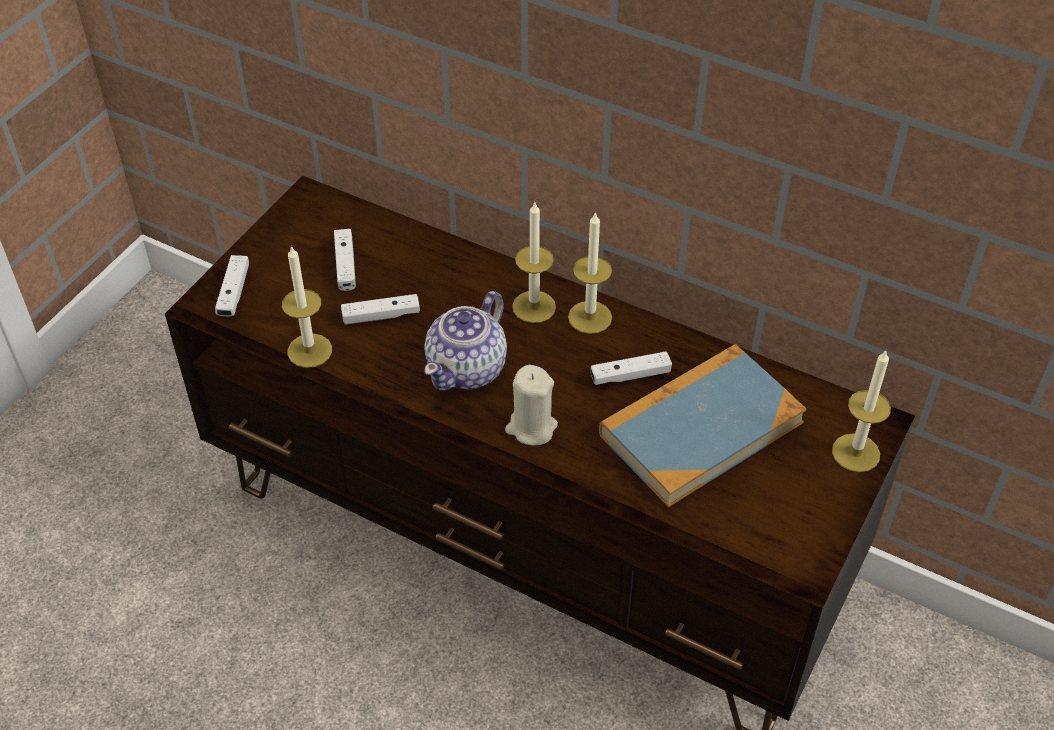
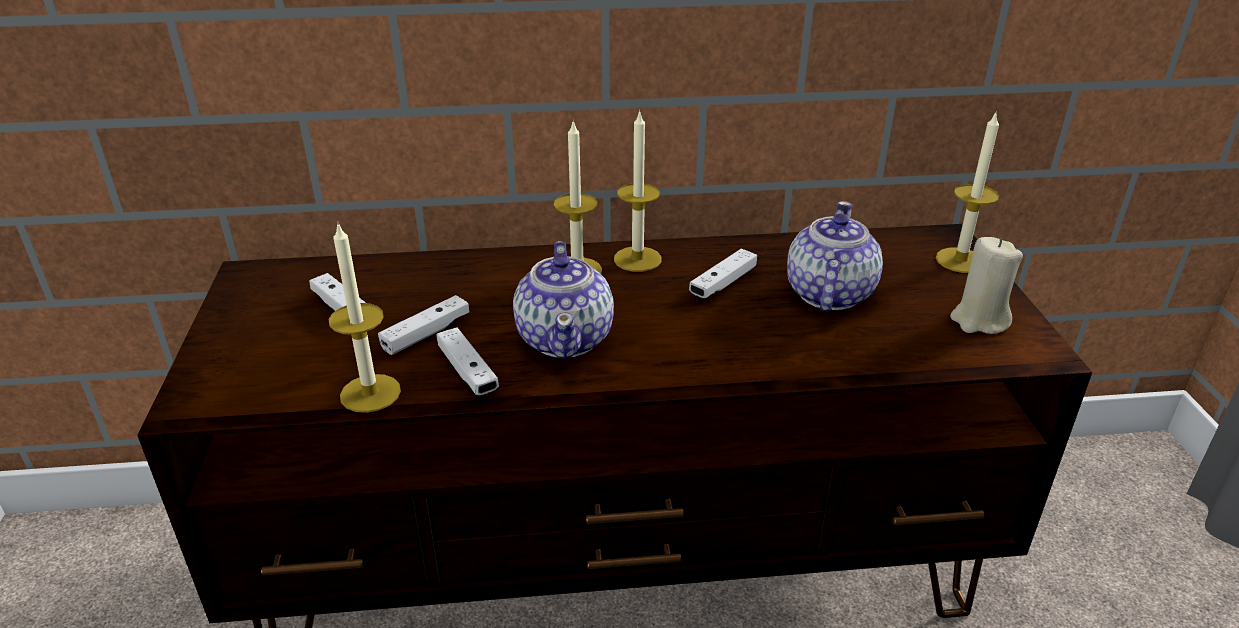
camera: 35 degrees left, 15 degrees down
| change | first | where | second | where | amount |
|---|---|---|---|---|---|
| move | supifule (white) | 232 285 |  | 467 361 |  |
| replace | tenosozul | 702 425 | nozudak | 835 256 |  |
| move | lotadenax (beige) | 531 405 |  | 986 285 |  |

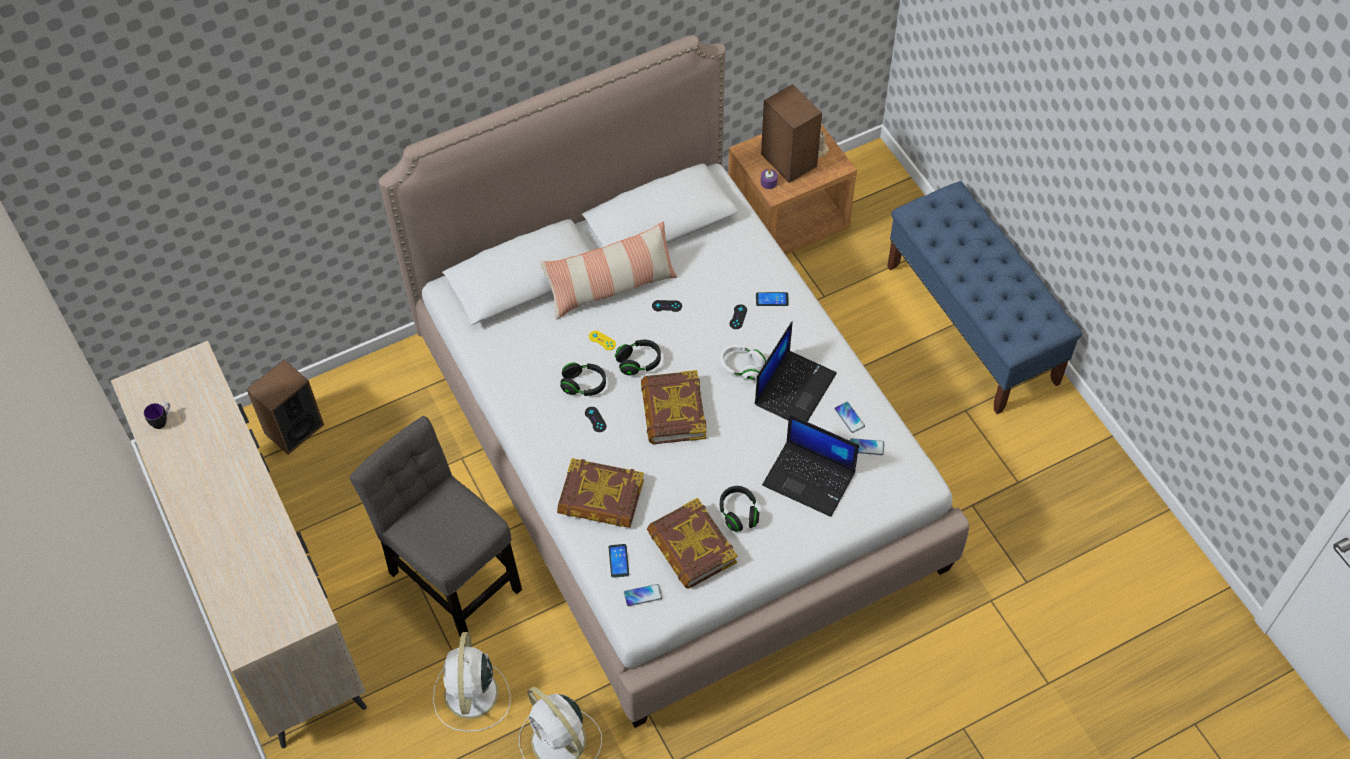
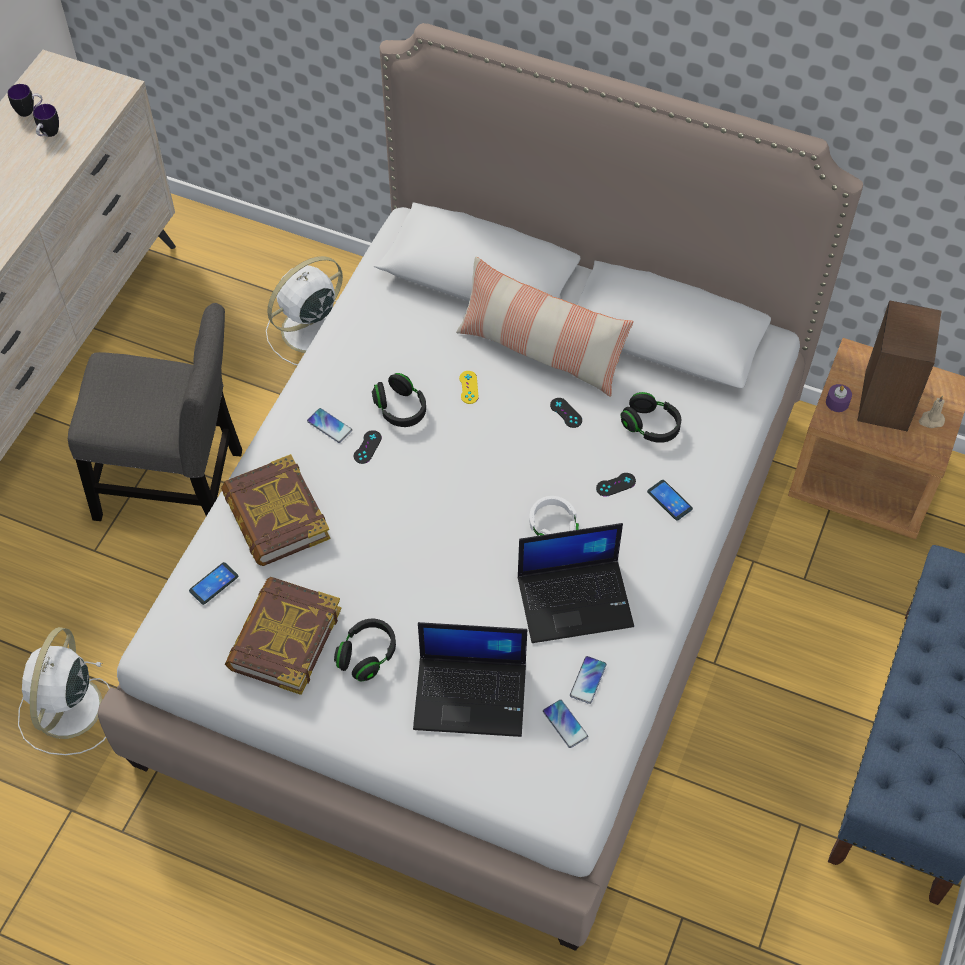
camera: 50 degrees right, 0 degrees up
| change | first | where | second | where | amount |
|---|---|---|---|---|---|
| move | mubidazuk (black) | 638 357 |  | 651 417 |  |
| delete | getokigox | 285 407 |  |  |  |
| delete | tenosozul | 673 407 |  |  |  |
| rotate | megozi | 810 465 |  | 470 679 | 75 degrees counterclockwise |
| rotate | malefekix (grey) | 436 527 |  | 155 412 | 90 degrees clockwise |
| move | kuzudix | 643 595 |  | 329 425 |  |
| move | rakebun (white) | 472 682 |  | 304 310 |  |
| insert |  |  | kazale | 46 120 |  |

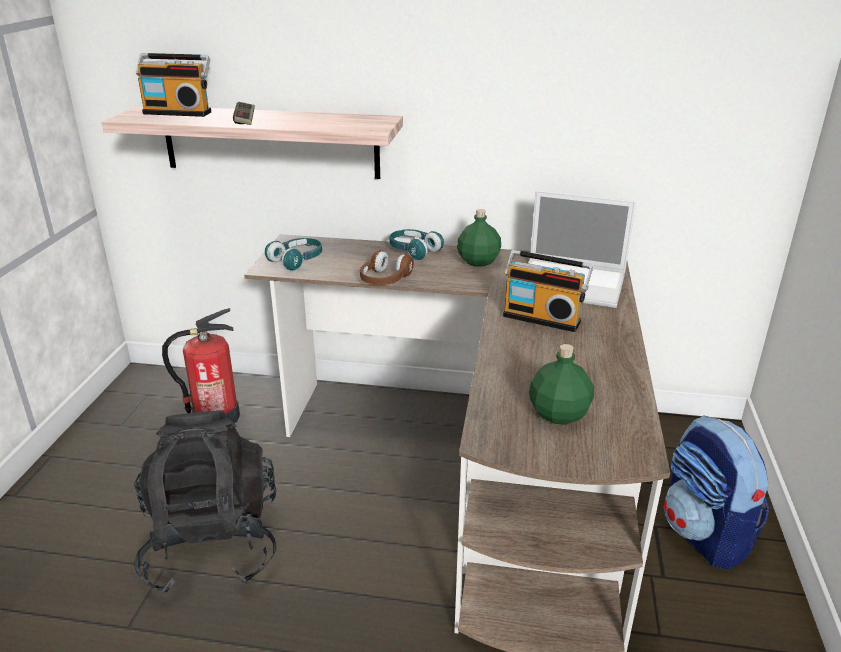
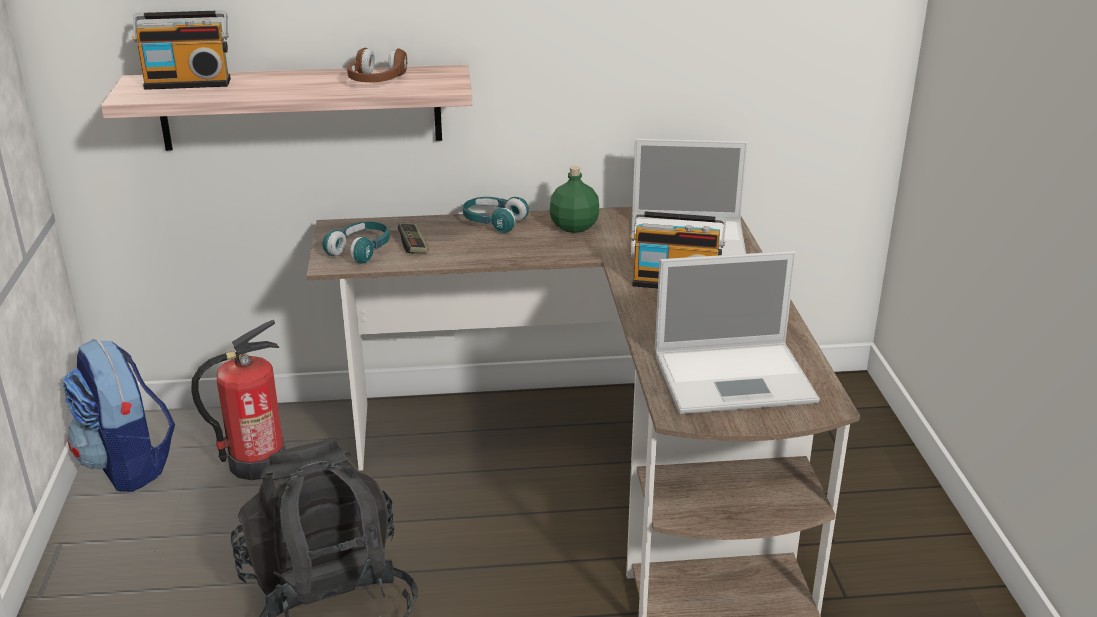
camera: 15 degrees left, 0 degrees up
| change | first | where | second | where | amount |
|---|---|---|---|---|---|
| move | supifule | 244 113 |  | 413 238 |  |
| move | mubidazuk (brown) | 387 267 |  | 377 65 |  |
| replace | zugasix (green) | 561 384 | megozi | 737 332 |  |
| move | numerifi | 716 492 |  | 119 415 |  |

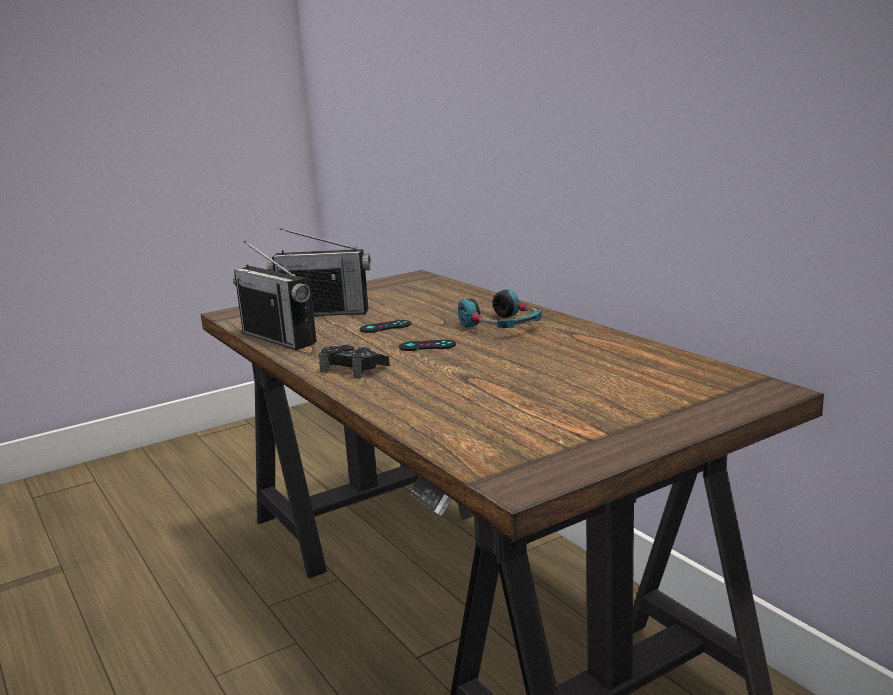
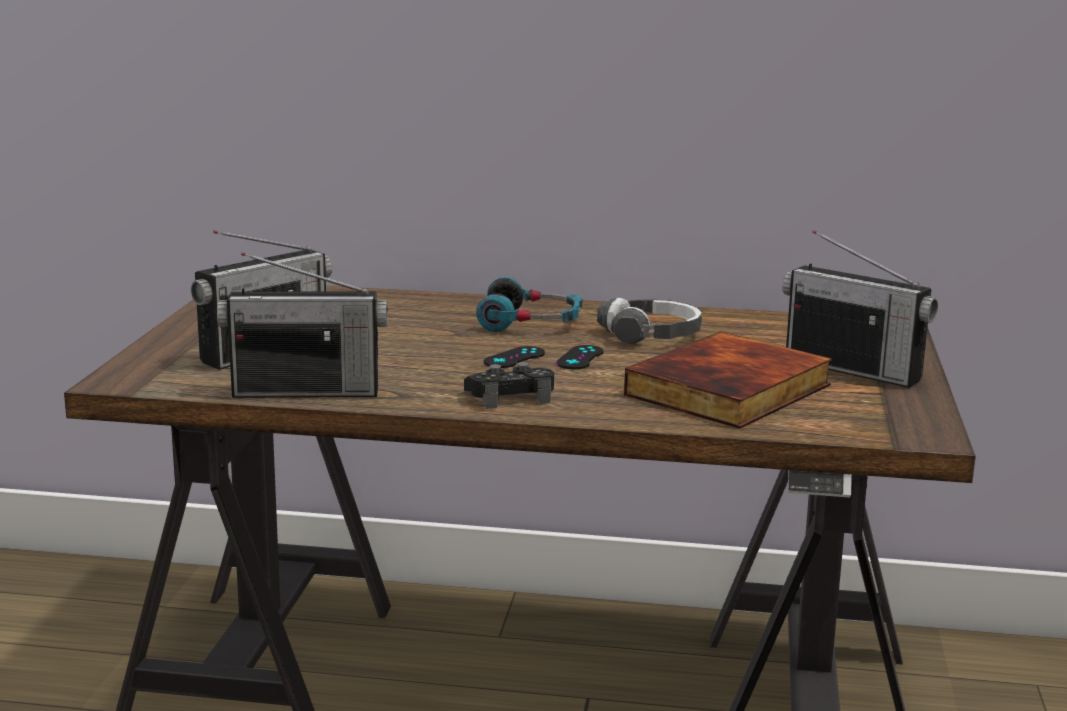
camera: 50 degrees left, 0 degrees up
| change | first | where | second | where | amount |
|---|---|---|---|---|---|
| move | supifule (black) | 385 326 |  | 580 357 |  |
| insert |  |  | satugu | 860 309 |  |
| insert |  |  | mubidazuk | 649 321 |  |
| insert |  |  | tenosozul | 728 380 |  |

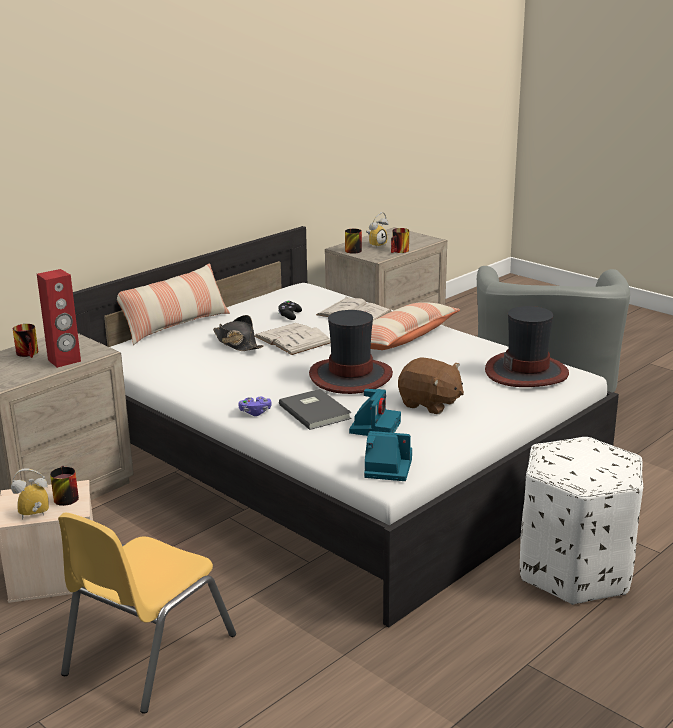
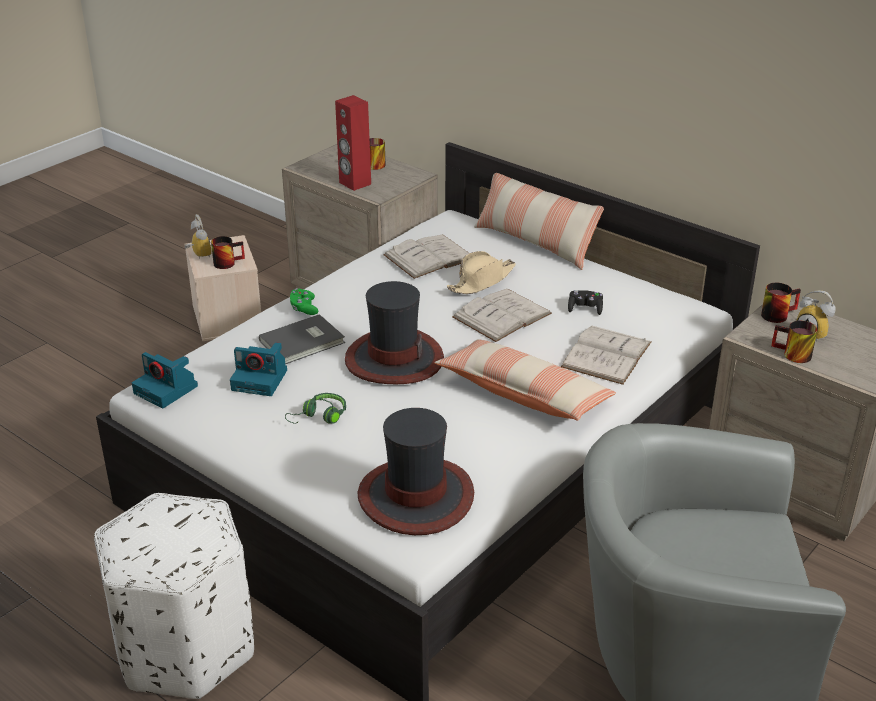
camera: 85 degrees right, 10 degrees up
| change | first | where | second | where | amount |
|---|---|---|---|---|---|
| recolor | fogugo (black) | 238 333 | fogugo (beige) | 481 272 |  |
| replace | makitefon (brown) | 431 386 | mubidazuk (green) | 315 408 |  |
| recolor | supifule (purple) | 255 406 | supifule (green) | 304 301 |  |
| rotate | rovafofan | 388 456 |  | 165 380 | 120 degrees clockwise |
| delete | malefekix (yellow) | 147 613 |  |  |  |
| insert |  |  | tenosozul (white) | 426 257 |  |

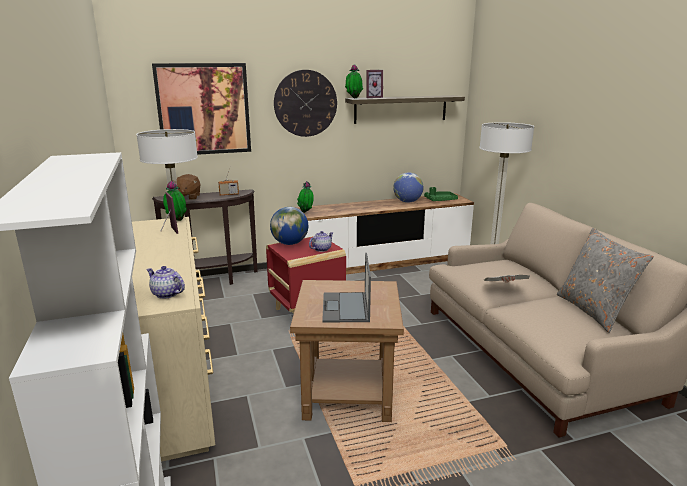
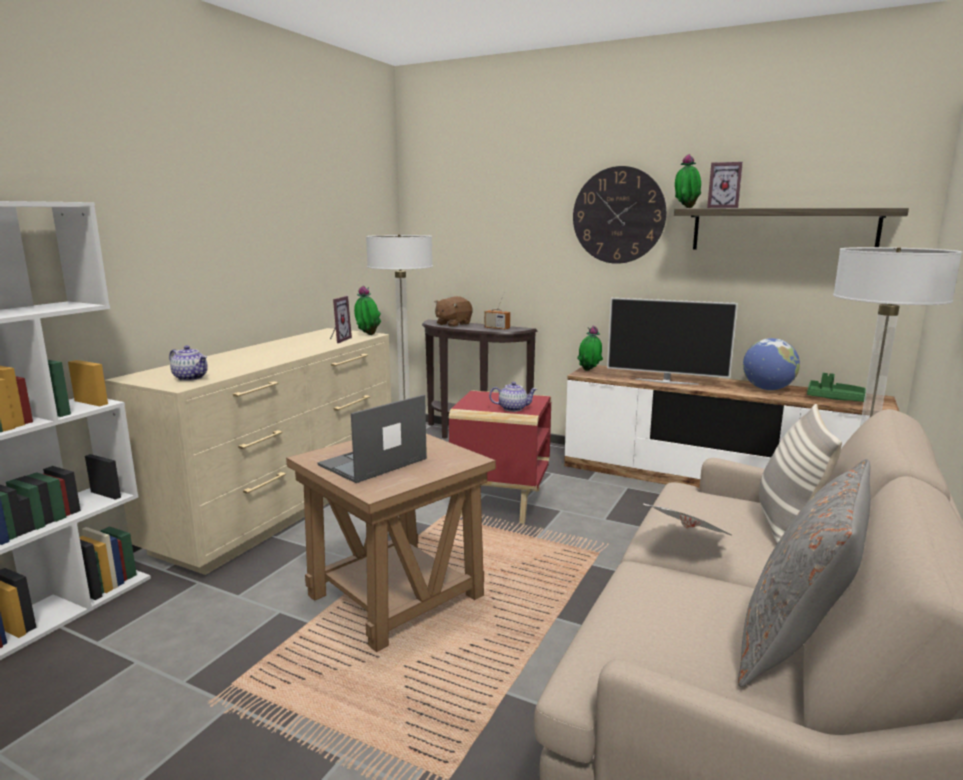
camera: 45 degrees right, 5 degrees down
| change | first | where | second | where | amount |
|---|---|---|---|---|---|
| delete | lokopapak | 201 109 |  |  |  |
| delete | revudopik | 289 226 |  |  |  |
| rotate | nozudak | 165 282 |  | 188 363 | 135 degrees clockwise |
| insert |  |  | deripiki | 672 341 |  |
| insert |  |  | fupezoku | 800 473 |  |

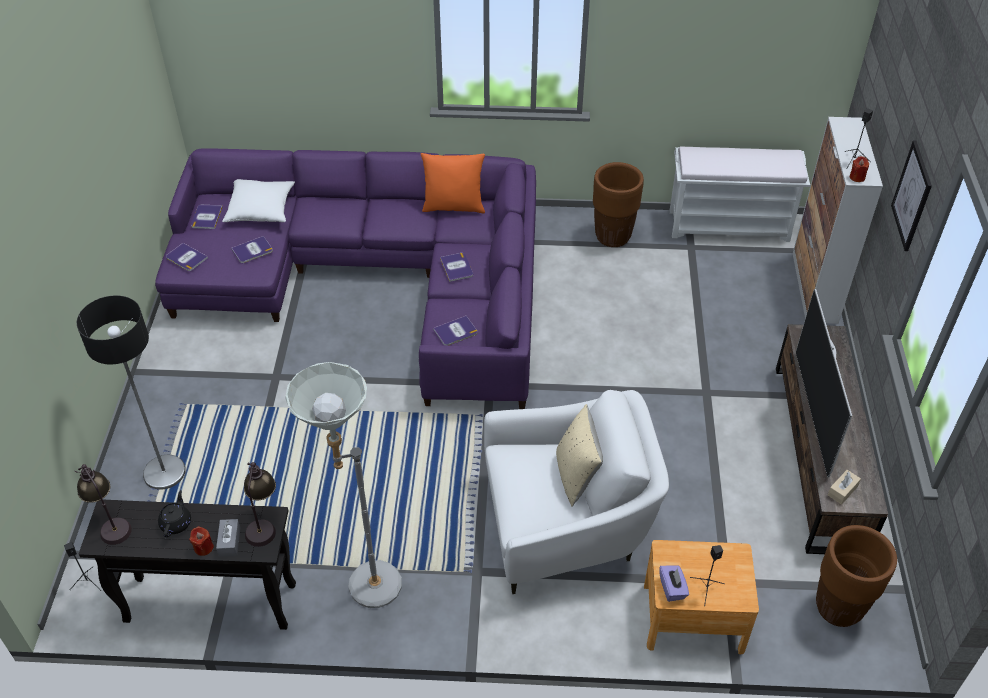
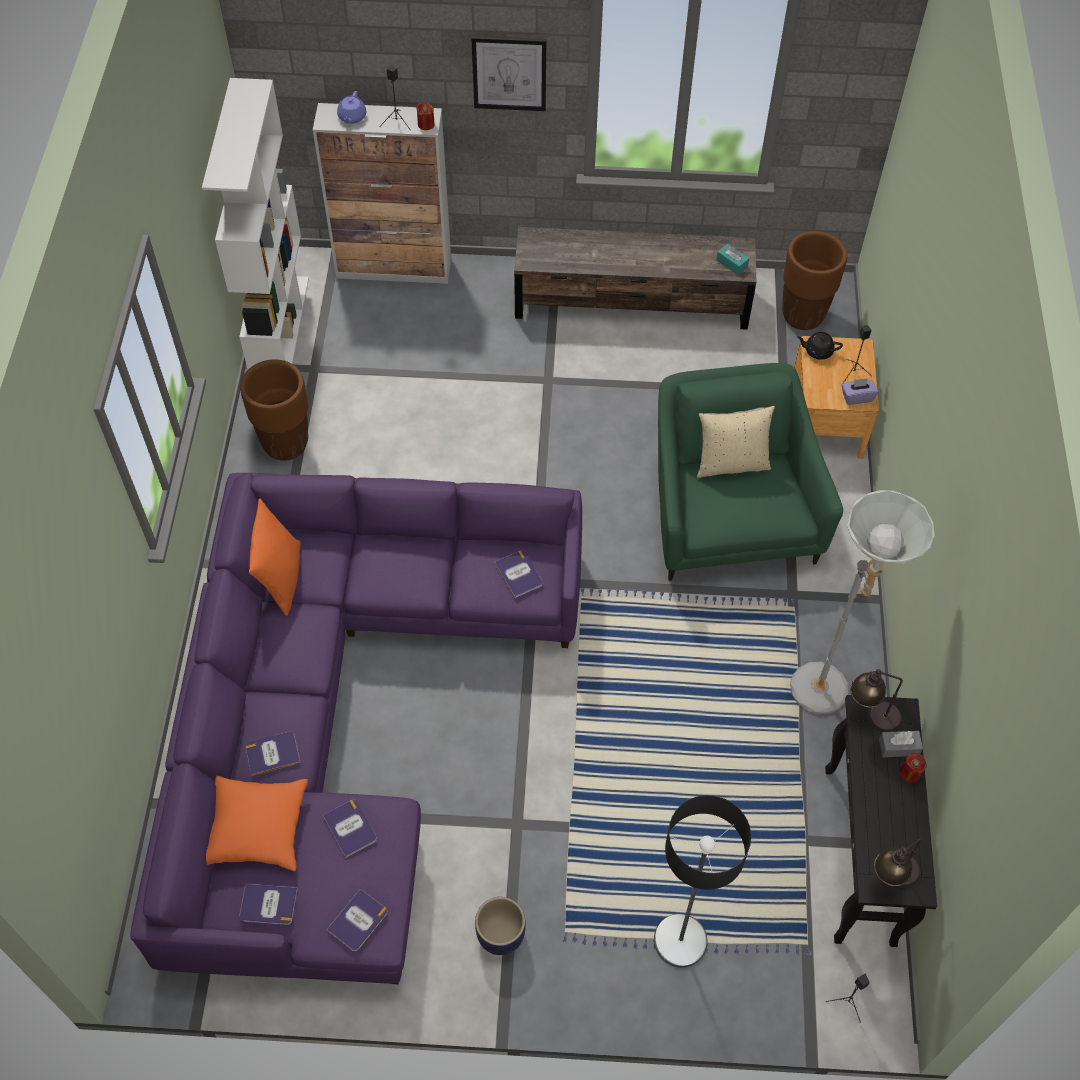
camera: 90 degrees left, 10 degrees up
| change | first | where | second | where | amount |
|---|---|---|---|---|---|
| replace | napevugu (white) | 740 194 | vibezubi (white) | 255 223 |  |
| recolor | fupezoku (white) | 258 200 | fupezoku (orange) | 257 823 |  |
| move | tenosozul | 456 267 |  | 273 754 |  |
| delete | deripiki | 824 383 |  |  |  |
| recolor | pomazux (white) | 576 492 | pomazux (green) | 750 472 |  |
| recolor | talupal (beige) | 844 487 | talupal (turquoise) | 732 259 |  |
| move | nozudak (black) | 174 513 |  | 820 346 |  |
| insert |  |  | nozudak (purple) | 351 107 |  |
| insert |  |  | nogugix | 500 926 |  |

